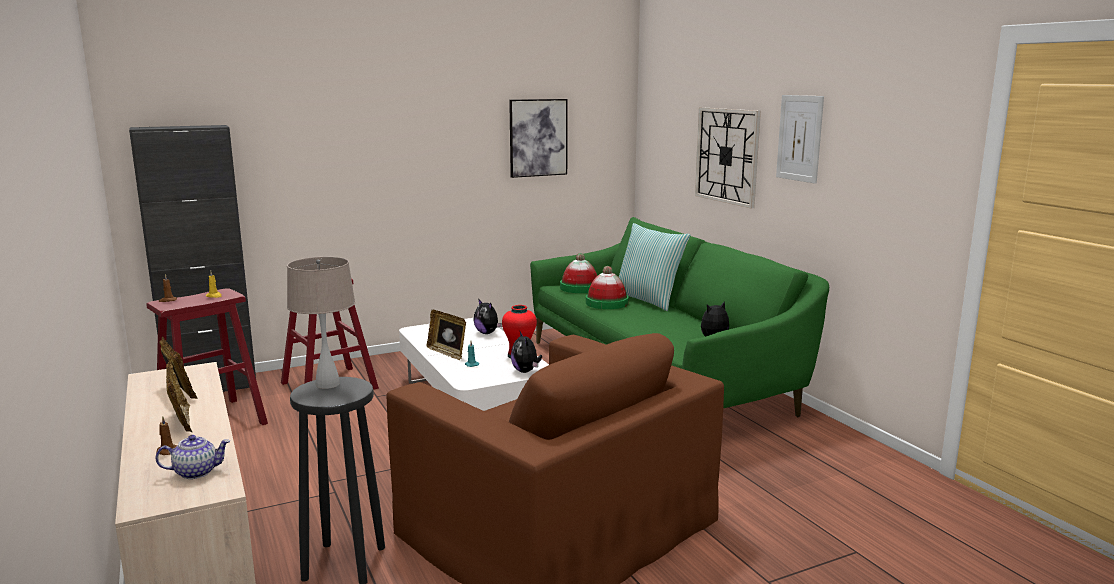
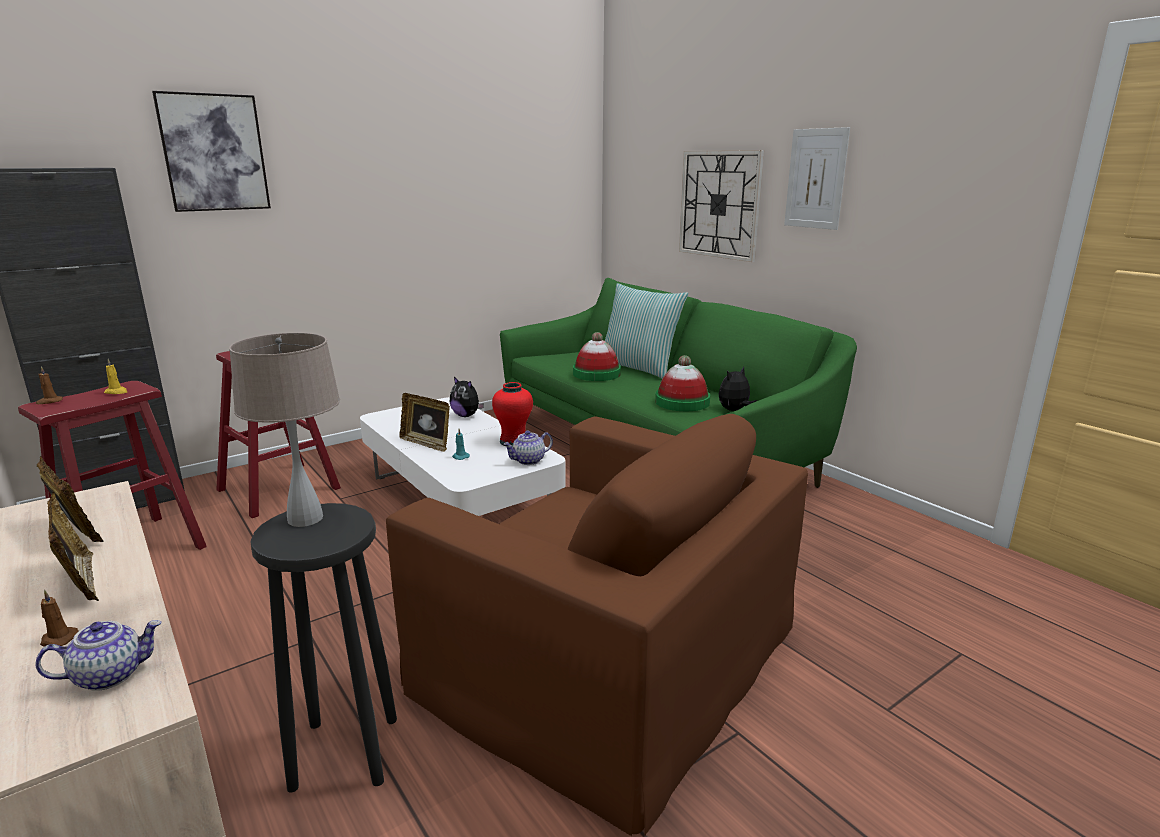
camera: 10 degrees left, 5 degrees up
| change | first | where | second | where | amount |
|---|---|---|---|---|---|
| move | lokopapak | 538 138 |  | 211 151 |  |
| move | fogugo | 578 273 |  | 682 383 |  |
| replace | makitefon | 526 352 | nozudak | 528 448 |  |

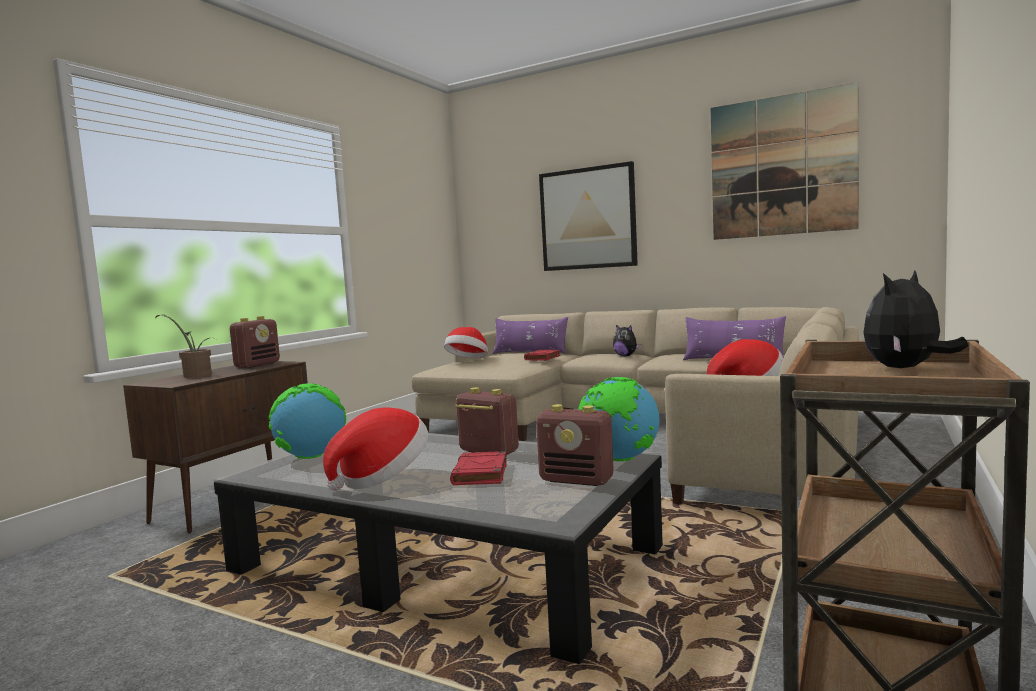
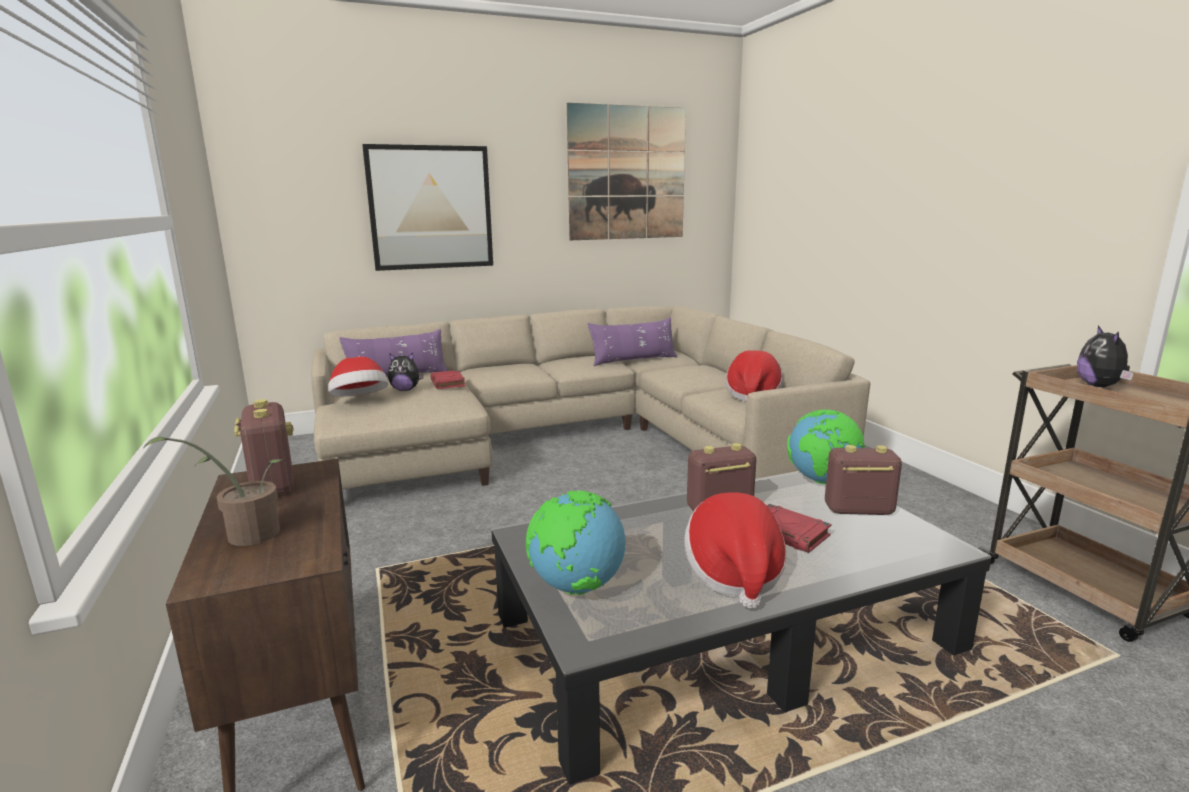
camera: 50 degrees left, 10 degrees up
| change | first | where | second | where | amount |
|---|---|---|---|---|---|
| move | makitefon | 627 340 |  | 406 372 |  |
| rotate | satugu | 575 445 |  | 863 480 | 150 degrees counterclockwise |

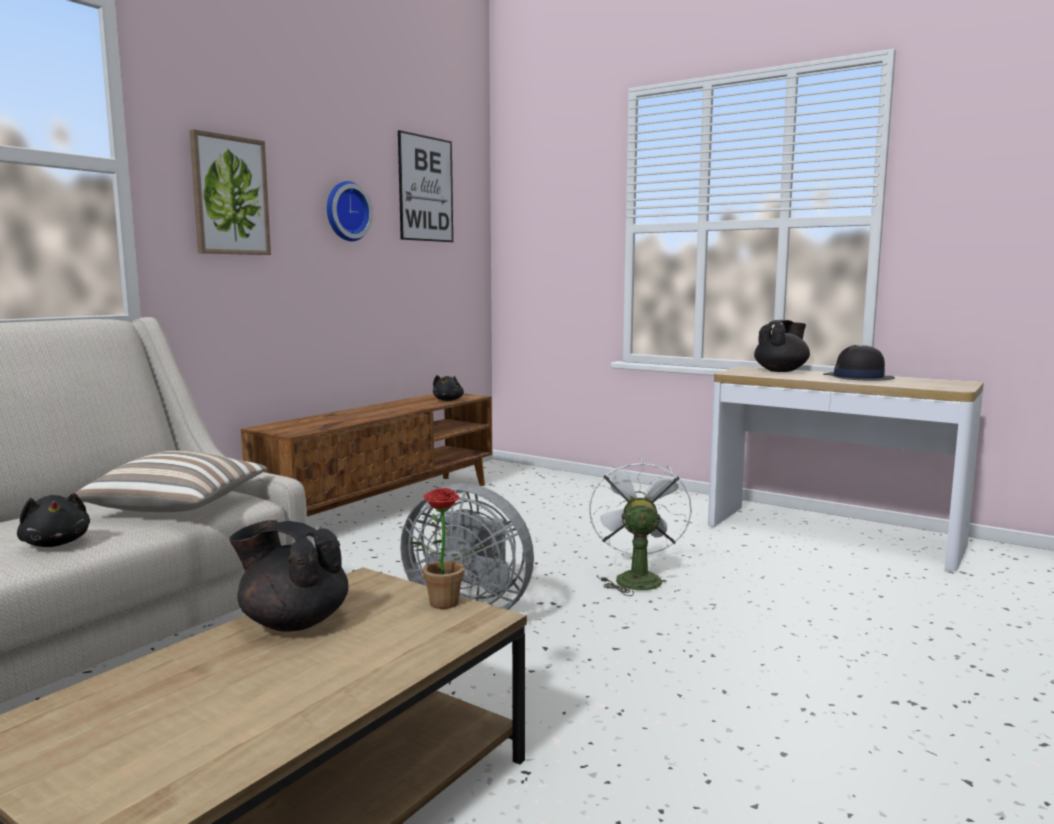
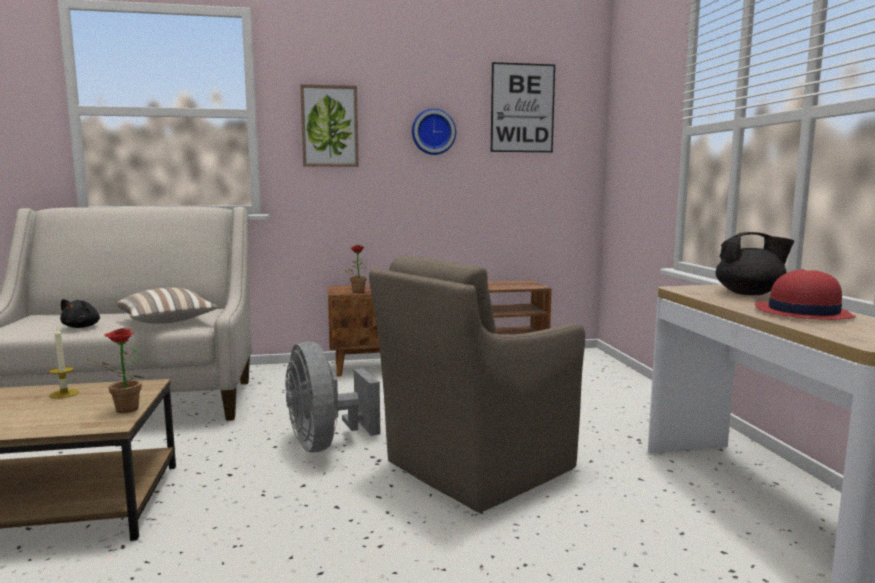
camera: 45 degrees right, 0 degrees up
| change | first | where | second | where | amount |
|---|---|---|---|---|---|
| recolor | fogugo (black) | 859 363 | fogugo (red) | 805 294 |  |
| delete | makitefon (black) | 448 388 |  |  |  |
| replace | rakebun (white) | 640 526 | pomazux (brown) | 477 384 |  |
| replace | nozudak (black) | 289 576 | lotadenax | 64 363 |  |
| insert |  |  | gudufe | 355 269 |  |

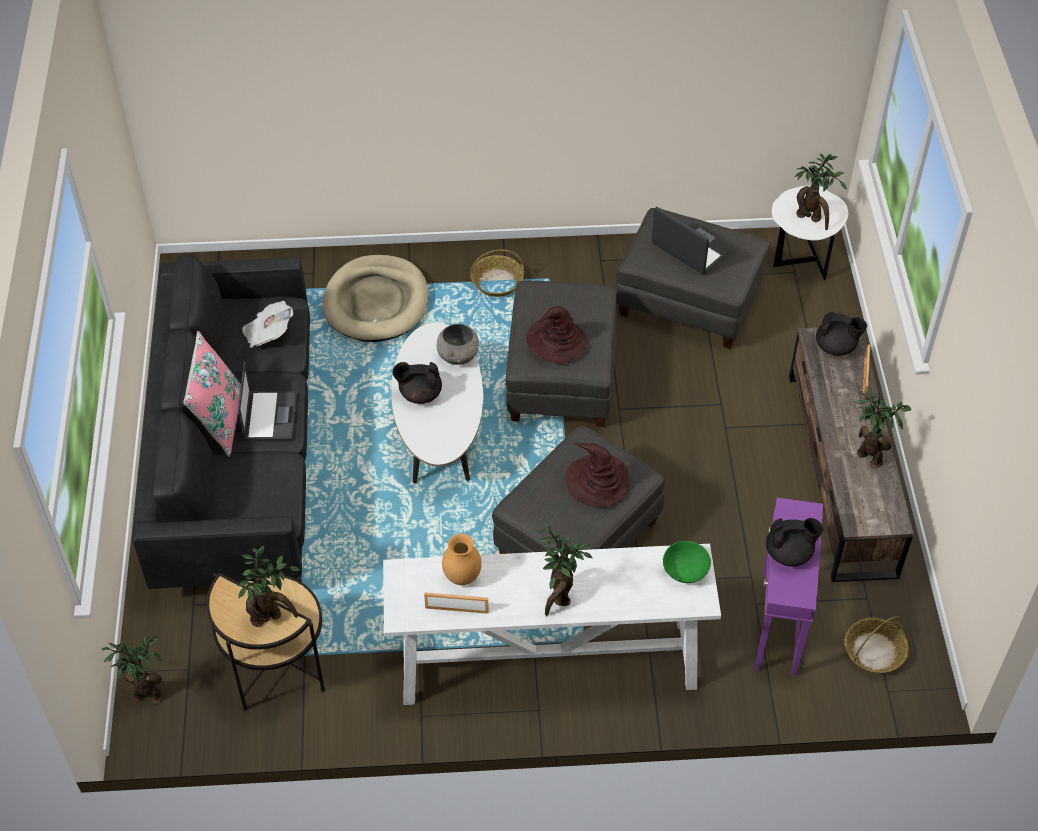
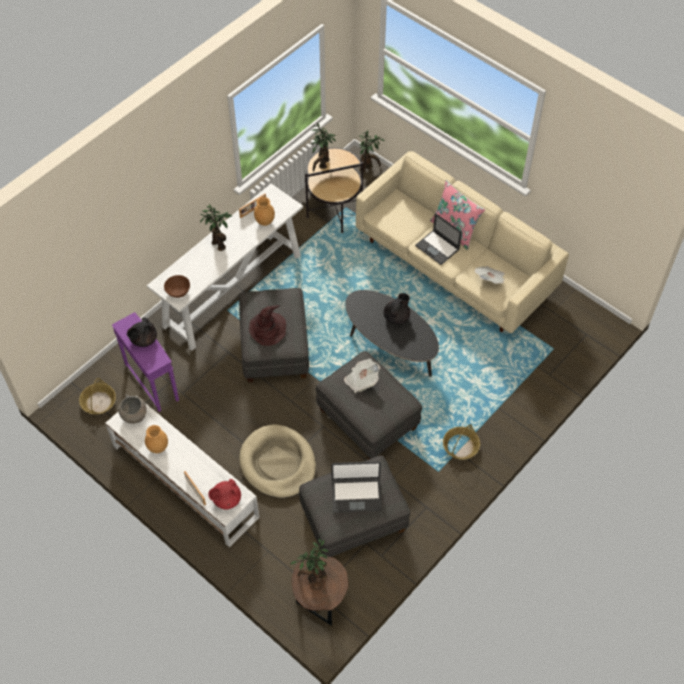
camera: 135 degrees right, 5 degrees up
| change | first | where | second | where | amount |
|---|---|---|---|---|---|
| recolor | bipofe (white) | 810 232 | bipofe (brown) | 320 590 |  |
| recolor | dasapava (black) | 221 422 | dasapava (beige) | 462 242 |  |
| move | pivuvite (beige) | 375 298 |  | 277 461 |  |
| replace | fogugo (brown) | 557 335 | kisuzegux | 362 376 |  |
| recolor | nozudak (black) | 841 334 | nozudak (red) | 224 494 |  |
| recolor | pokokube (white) | 437 402 | pokokube (black) | 392 333 |  |
| move | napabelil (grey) | 458 344 |  | 132 409 |  |
| recolor | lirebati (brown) | 851 454 | lirebati (white) | 182 472 |  |
| replace | gudufe | 883 428 | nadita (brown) | 156 439 |  |
| recolor | napabelil (green) | 687 562 | napabelil (brown) | 177 286 |  |

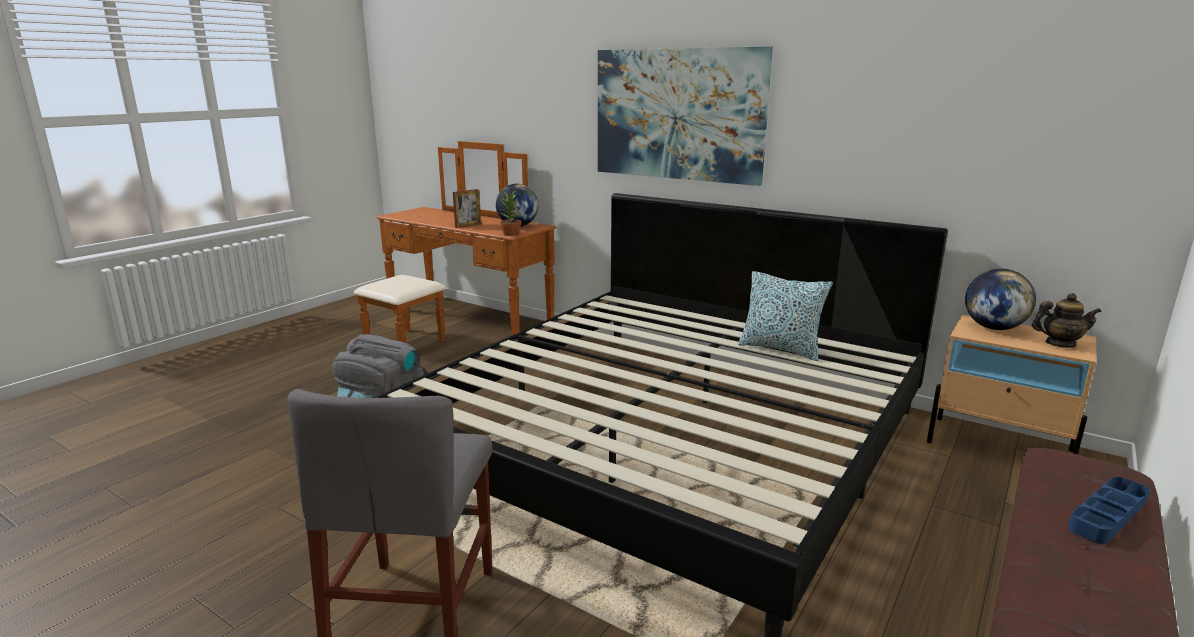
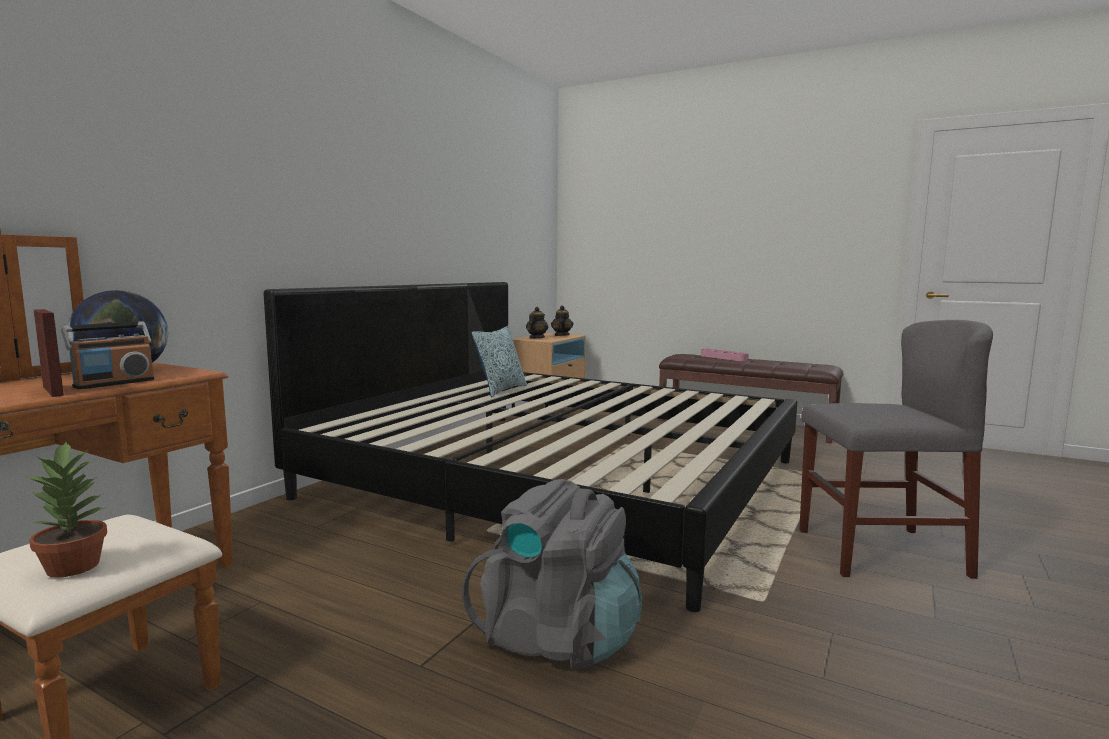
camera: 95 degrees left, 10 degrees down
| change | first | where | second | where | amount |
|---|---|---|---|---|---|
| delete | lokopapak | 685 116 |  |  |  |
| move | gudufe | 510 213 |  | 66 509 |  |
| replace | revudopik | 1000 299 | nozudak | 537 322 |  |
| recolor | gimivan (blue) | 1109 510 | gimivan (pink) | 725 355 |  |
| insert |  |  | satugu | 107 355 |  |

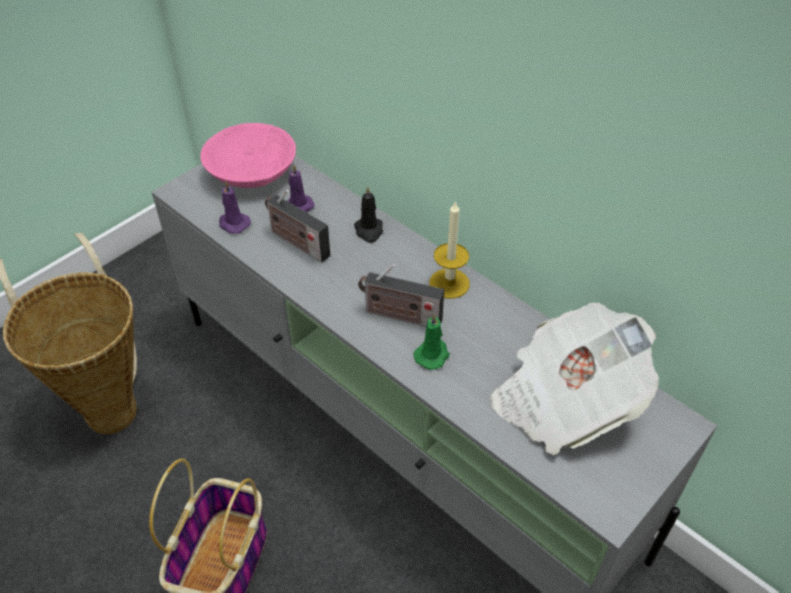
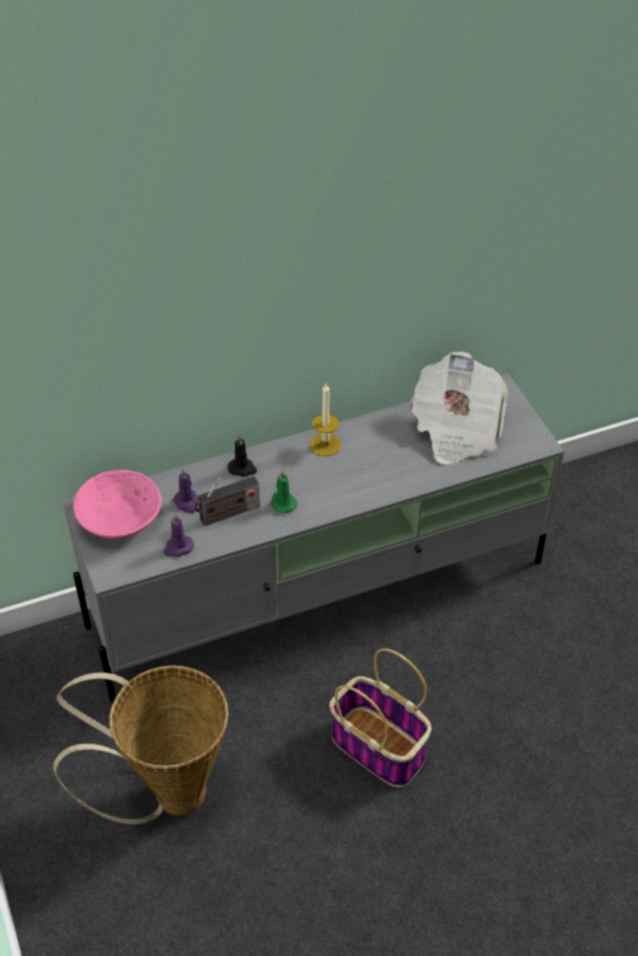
camera: 65 degrees left, 0 degrees up
| change | first | where | second | where | amount |
|---|---|---|---|---|---|
| delete | satugu | 401 295 |  |  |  |
| move | lotadenax (green) | 431 341 |  | 283 491 |  |

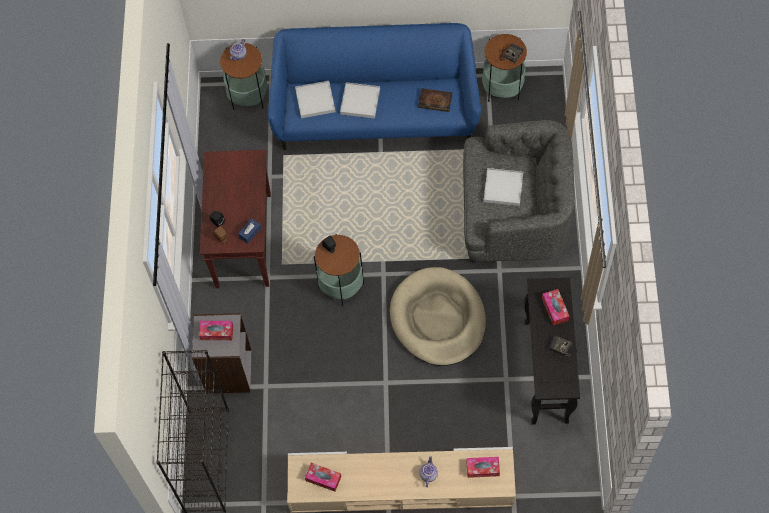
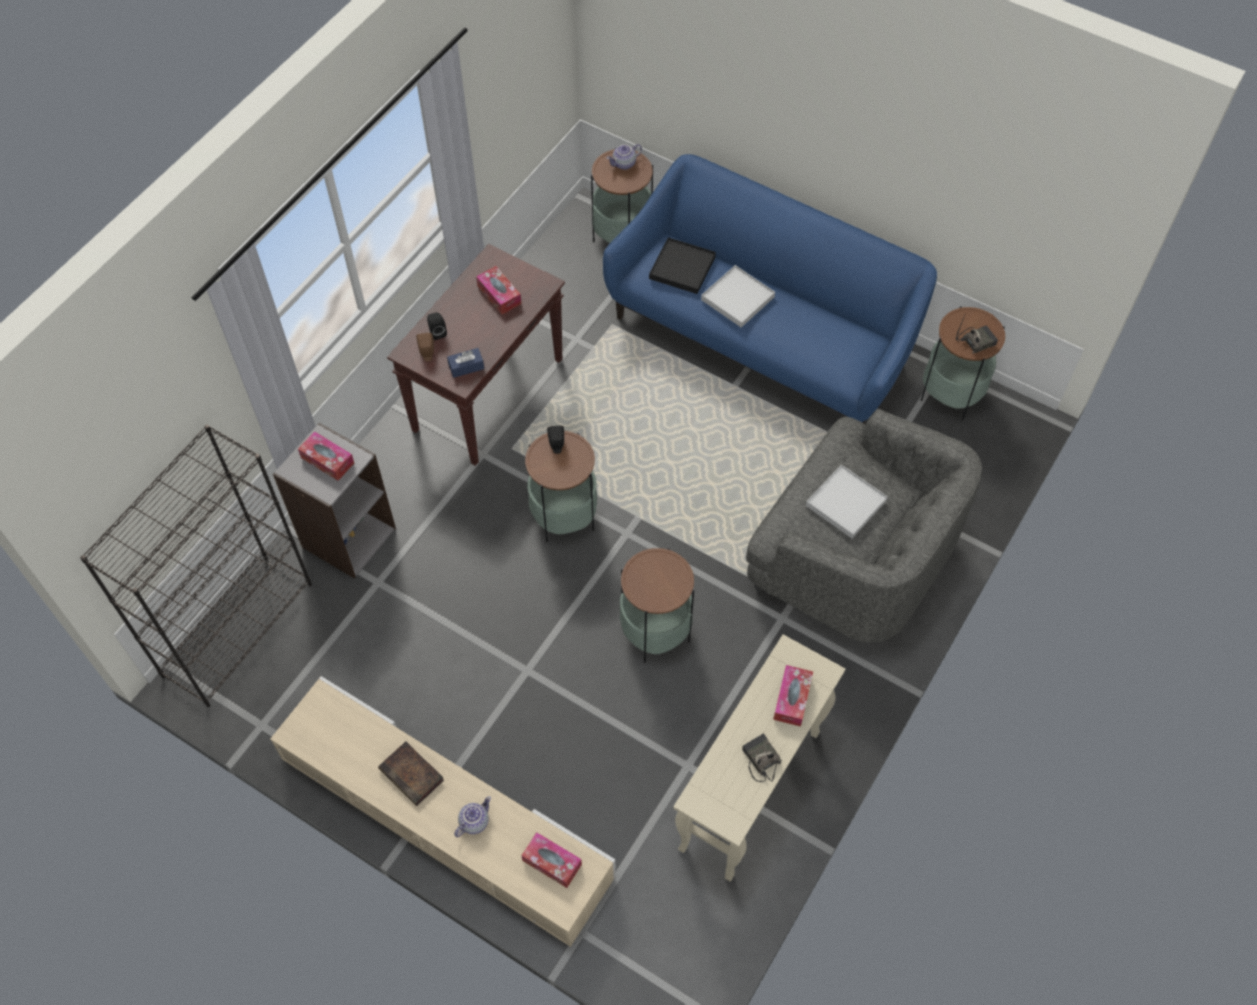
camera: 30 degrees right, 5 degrees down
| change | first | where | second | where | amount |
|---|---|---|---|---|---|
| recolor | gimivan (white) | 315 99 | gimivan (black) | 682 265 |  |
| move | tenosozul | 435 100 |  | 411 773 |  |
| replace | pivuvite (beige) | 438 316 | bipofe | 657 605 |  |
| recolor | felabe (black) | 552 351 | felabe (beige) | 759 758 |  |
| move | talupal | 323 477 |  | 499 290 |  |

